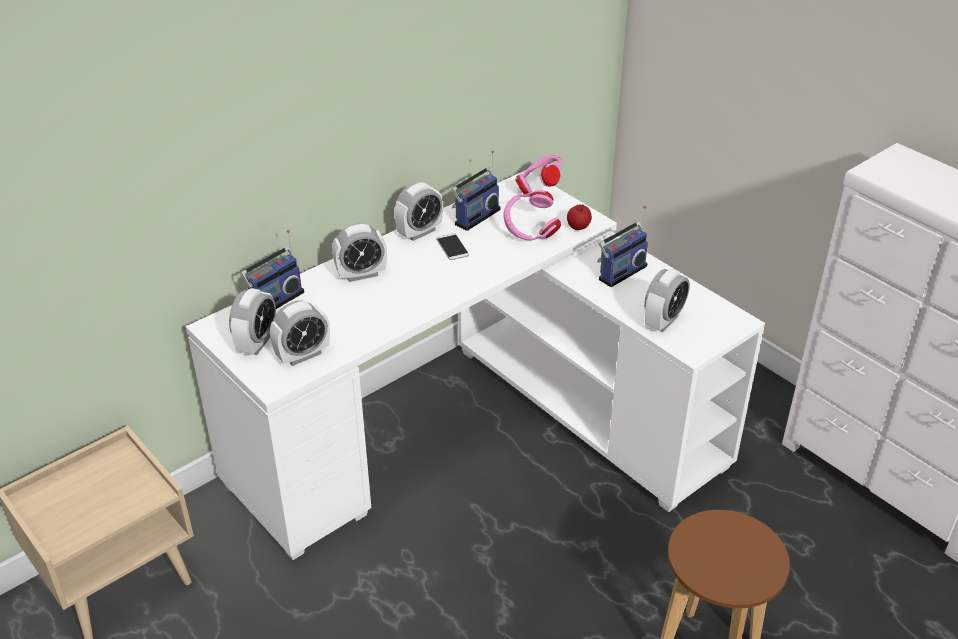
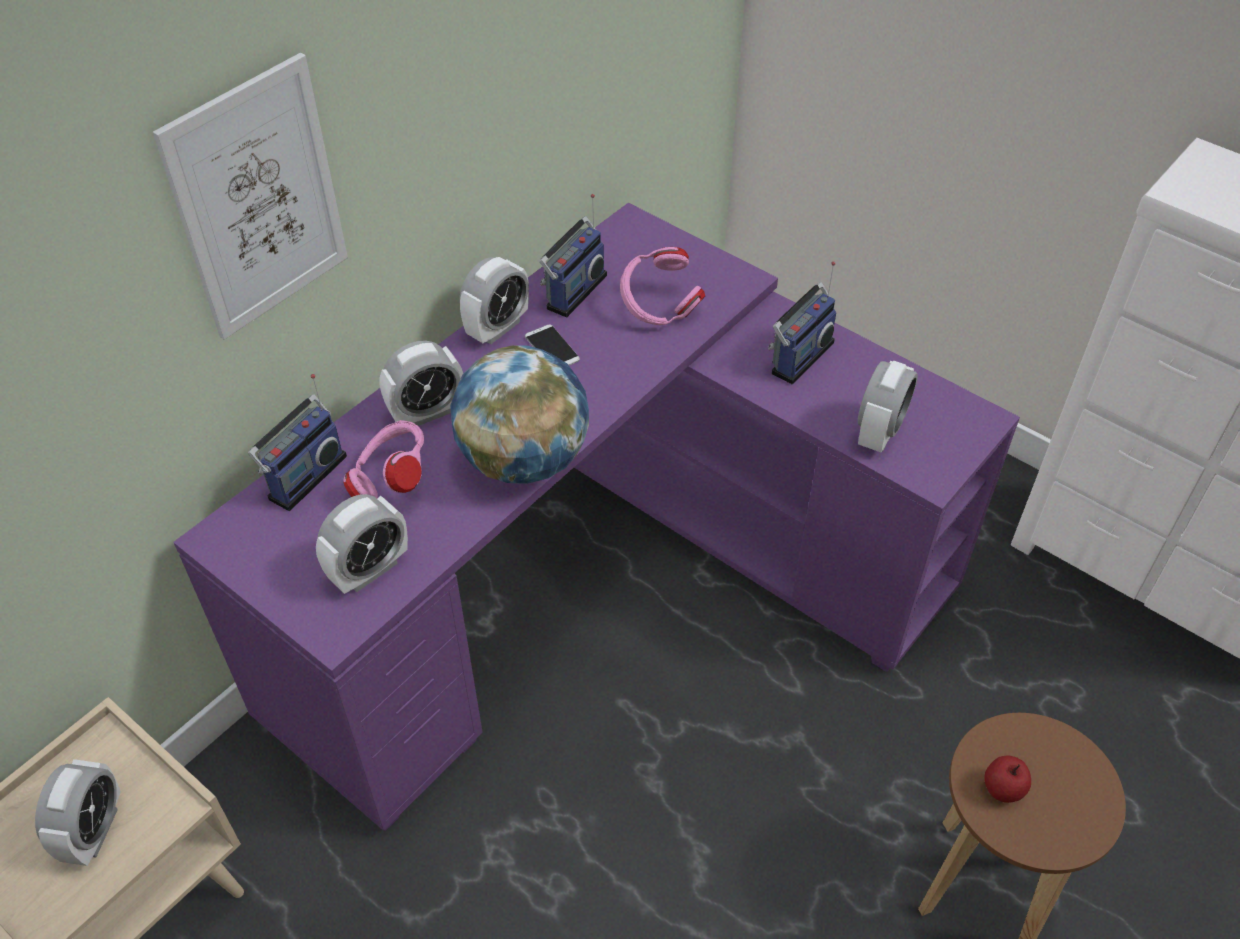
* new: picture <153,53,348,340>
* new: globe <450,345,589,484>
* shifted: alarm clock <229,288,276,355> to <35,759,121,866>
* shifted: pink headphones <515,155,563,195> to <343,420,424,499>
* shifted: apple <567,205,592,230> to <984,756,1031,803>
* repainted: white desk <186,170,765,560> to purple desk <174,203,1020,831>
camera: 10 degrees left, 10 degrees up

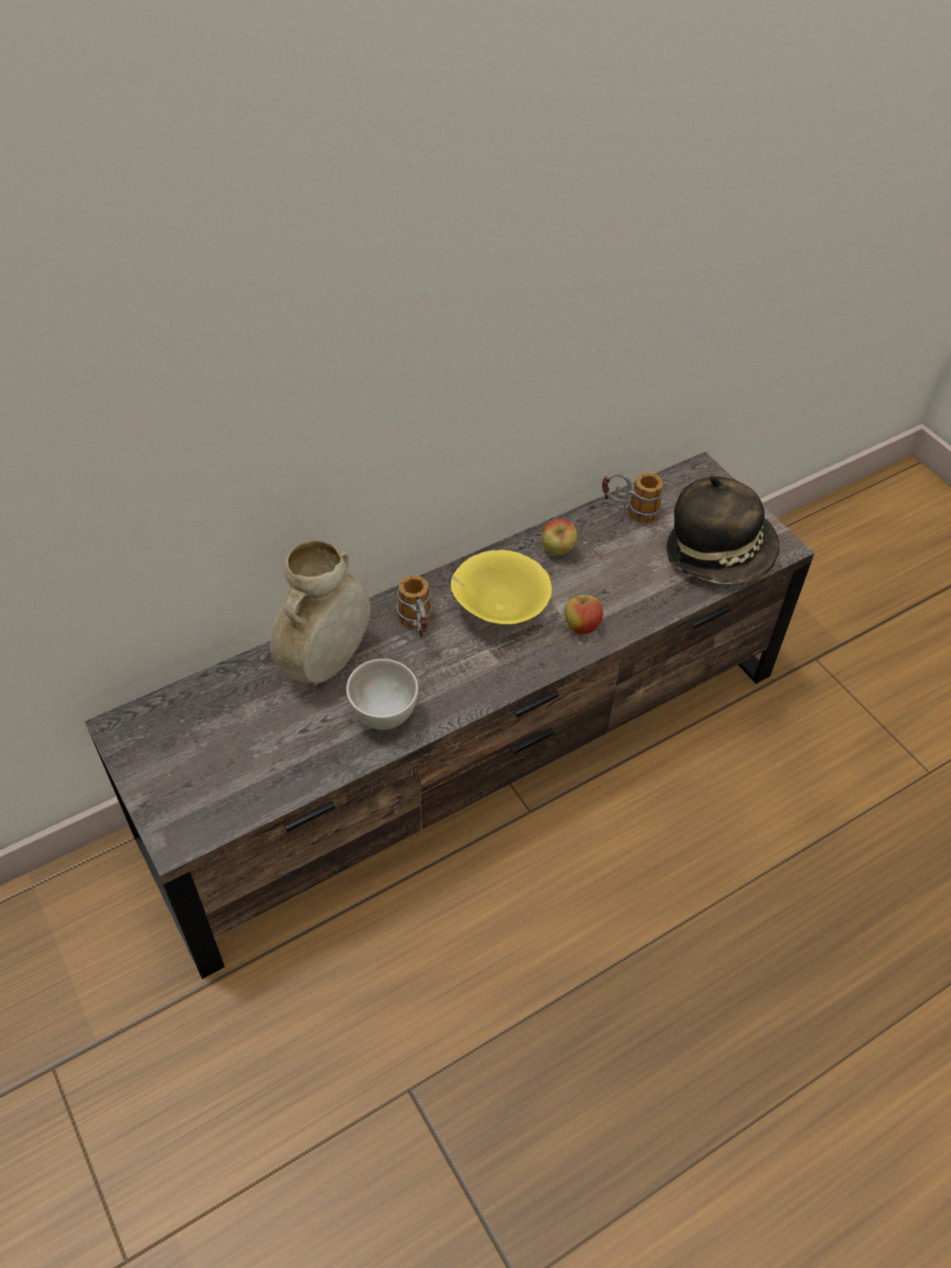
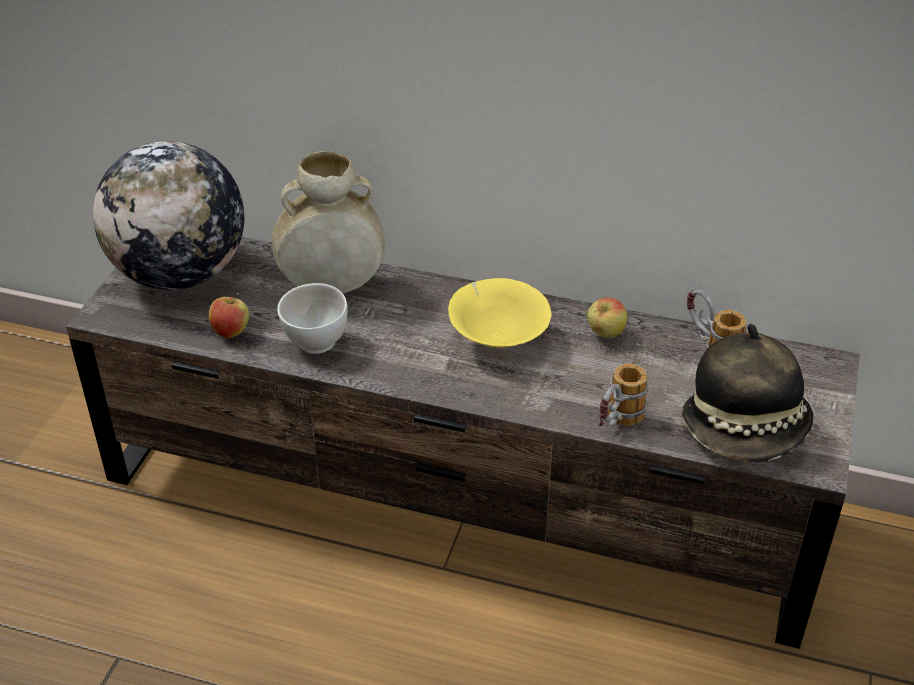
* new: globe <93,141,244,290>
* shifted: mug <397,575,432,639> to <599,364,648,426>
* shifted: apple <565,590,603,635> to <209,293,249,338>
camera: 50 degrees right, 10 degrees down

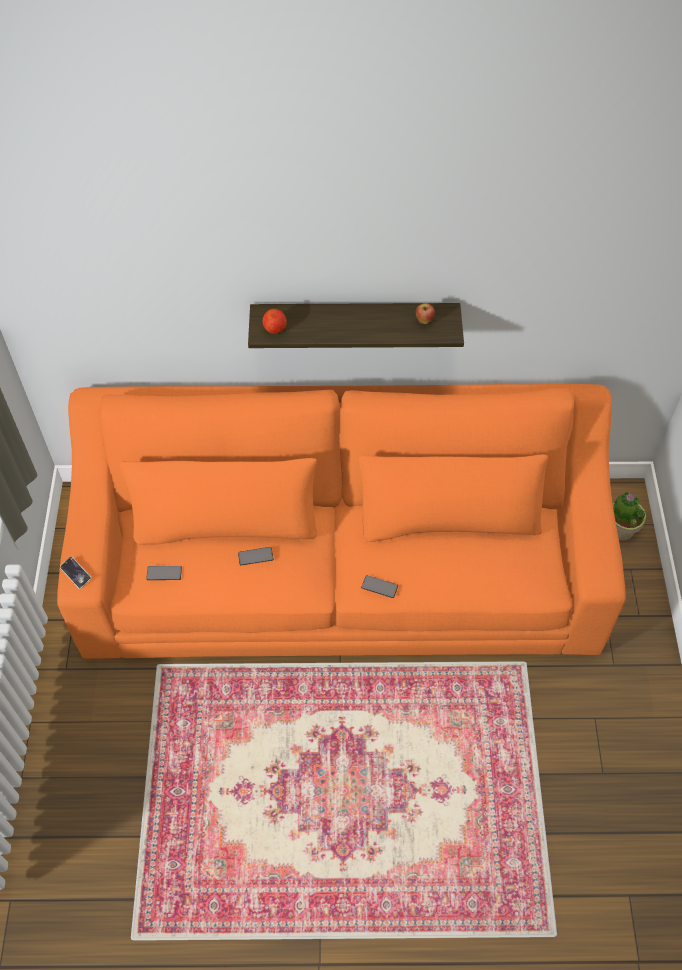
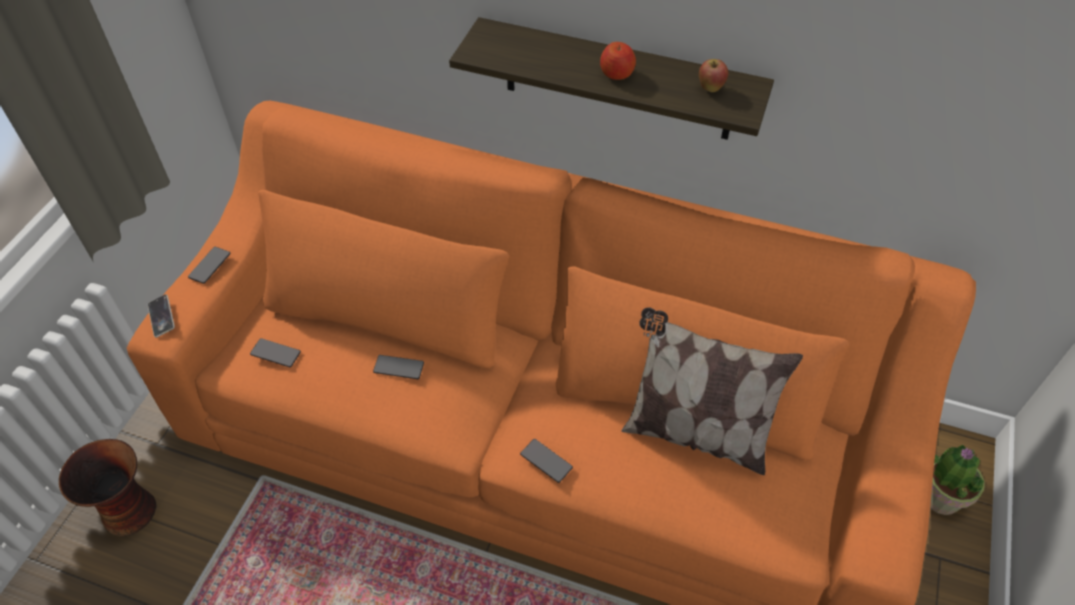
* new: vase <59,439,157,537>
* new: phone <188,247,231,284>
* new: pillow <621,307,803,475>
* shifted: apple <263,309,287,334> to <600,42,636,80>
camera: 20 degrees right, 5 degrees down

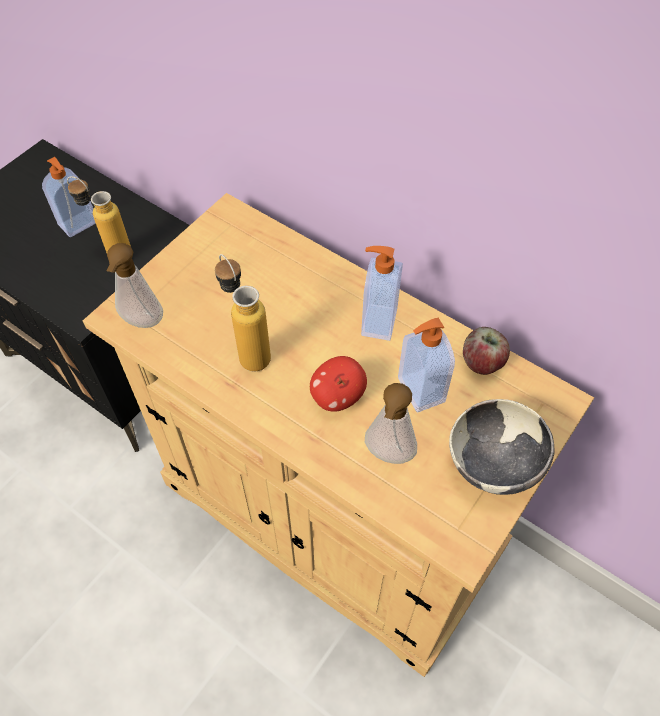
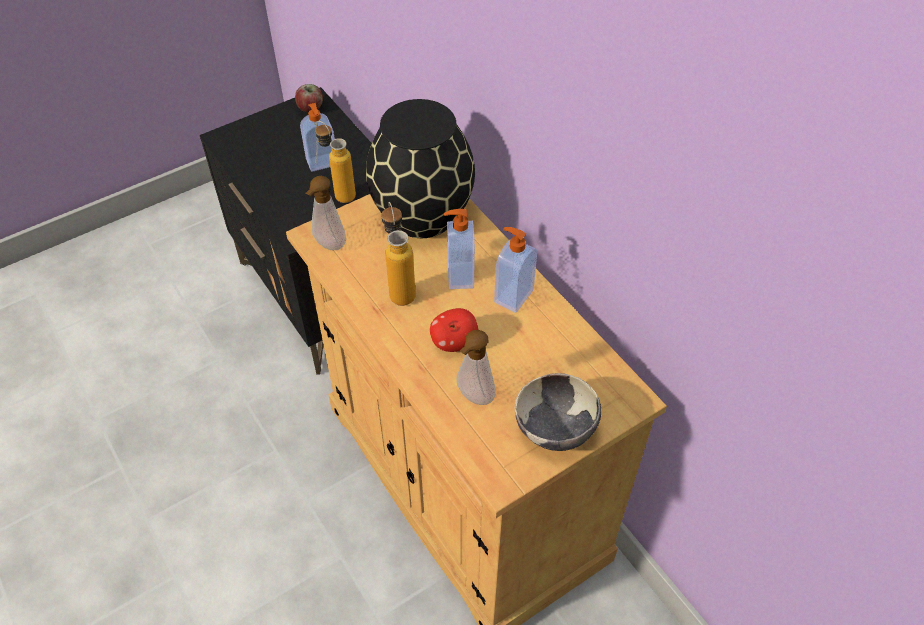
* new: black vase <366,99,475,238>
* shifted: soap dispenser <398,318,455,413> to <444,209,475,289>
* shifted: apple <463,327,510,375> to <295,84,323,112>
camera: 20 degrees right, 5 degrees down

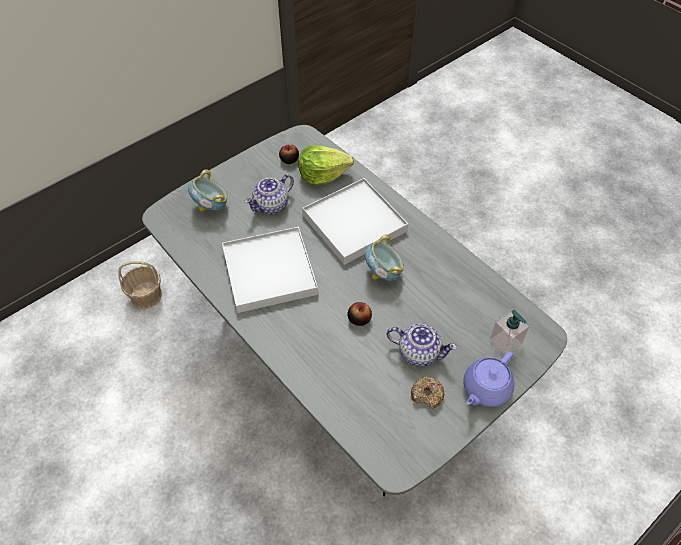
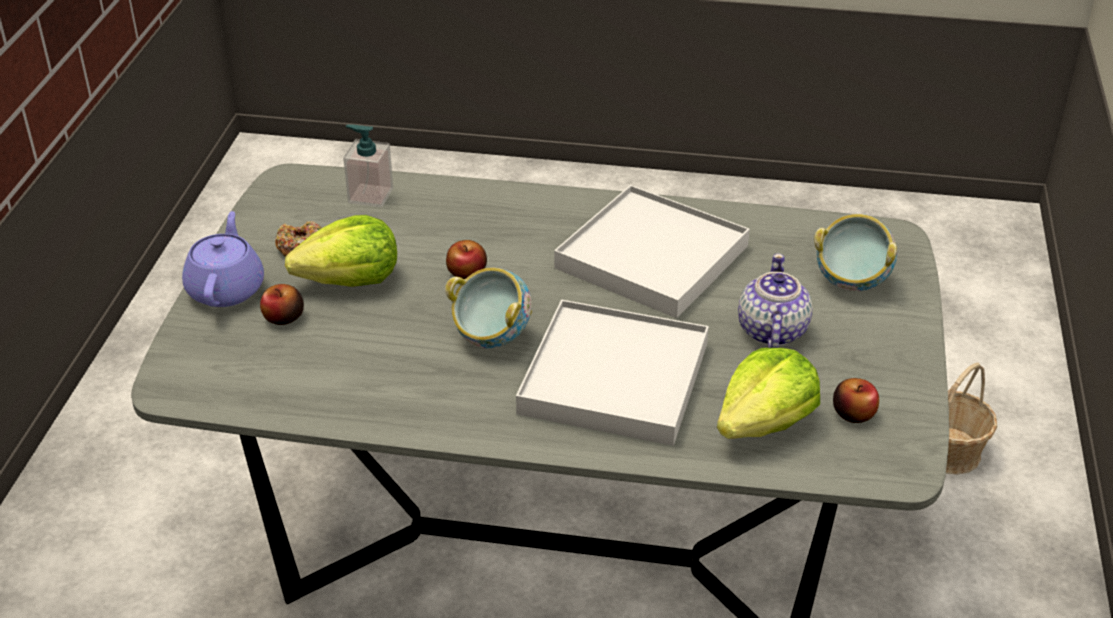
* new: apple <260,284,304,325>
* shifted: soap dispenser <490,310,530,355> to <343,124,393,207>
* swapped: teapot <387,323,457,367> to lettuce <285,215,397,287>
camera: 140 degrees right, 15 degrees down

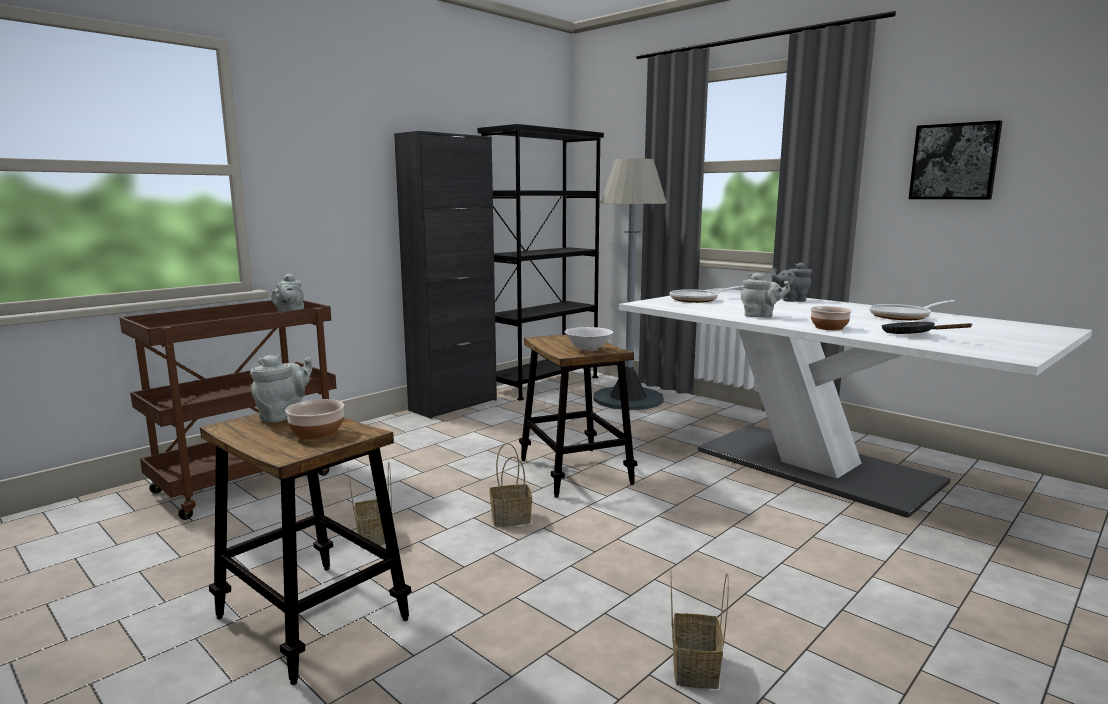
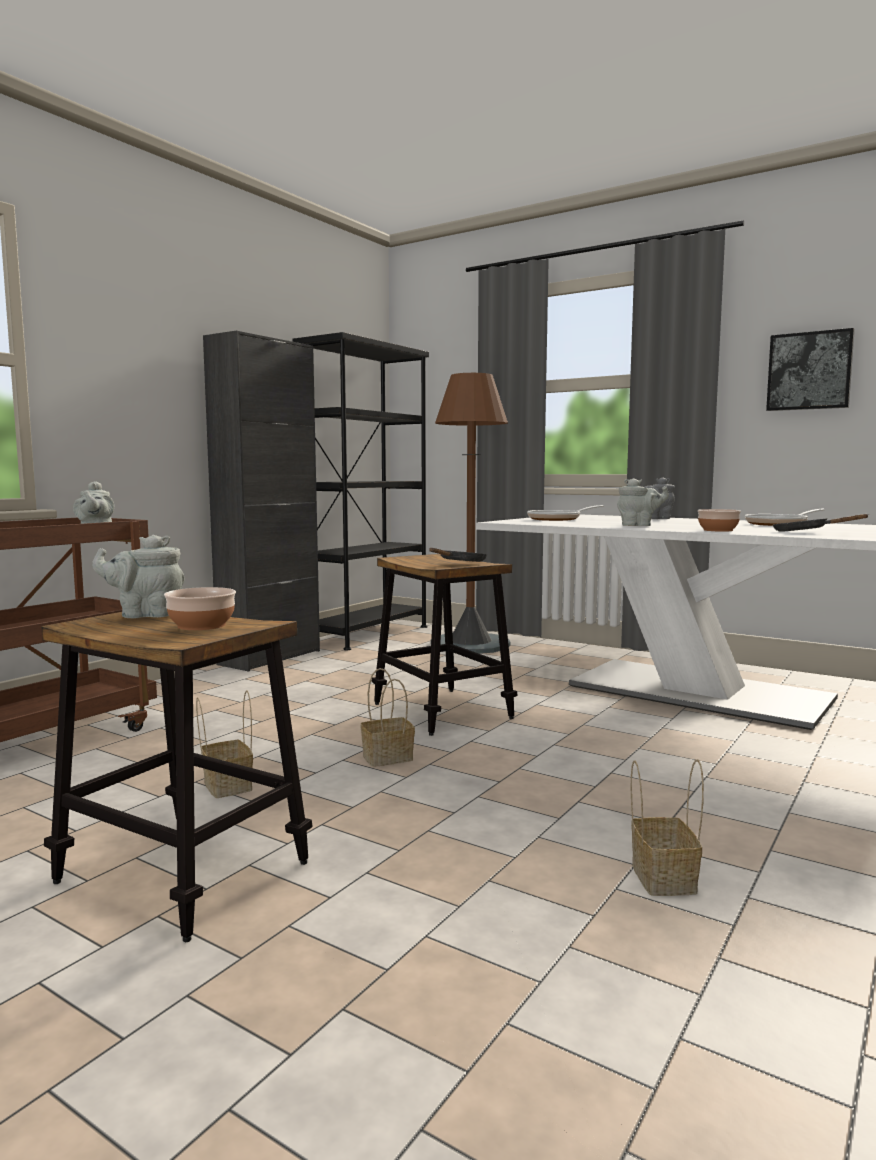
* swapped: white bowl <565,327,613,351> to black frying pan <429,548,487,562>
* repainted: grey floor lamp <593,159,667,410> to brown floor lamp <435,373,511,654>
* rotated: grey teapot <250,355,312,423> = <92,534,184,618> 120 degrees counterclockwise
camera: 10 degrees left, 5 degrees down

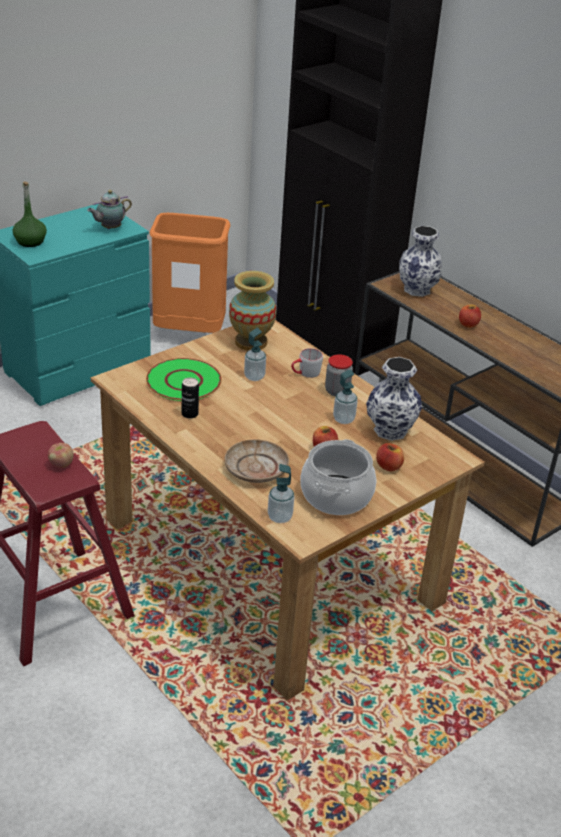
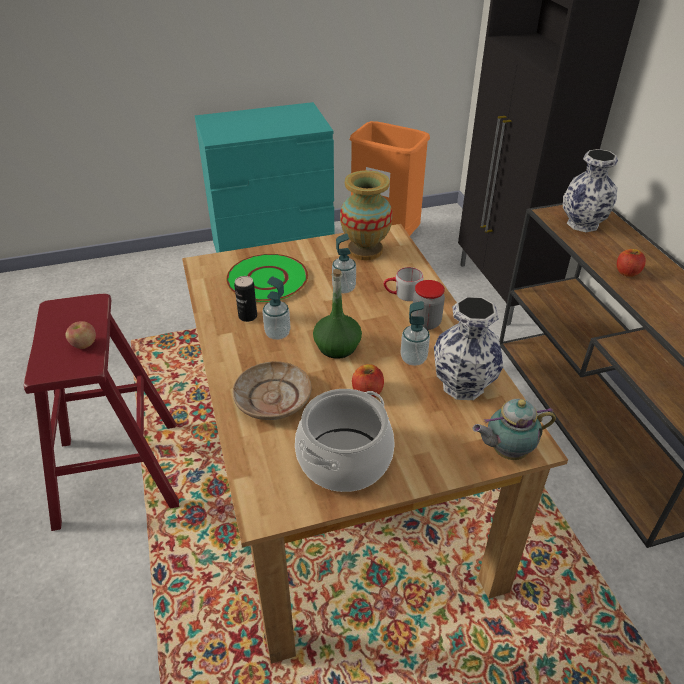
* gone: apple <376,443,404,471>
* shifted: green bottle <13,182,47,247> to <313,269,362,359>
* shifted: teapot <87,190,132,229> to <472,399,556,460>
* shifted: soap dispenser <268,464,295,523> to <262,276,291,340>
camera: 25 degrees right, 5 degrees up

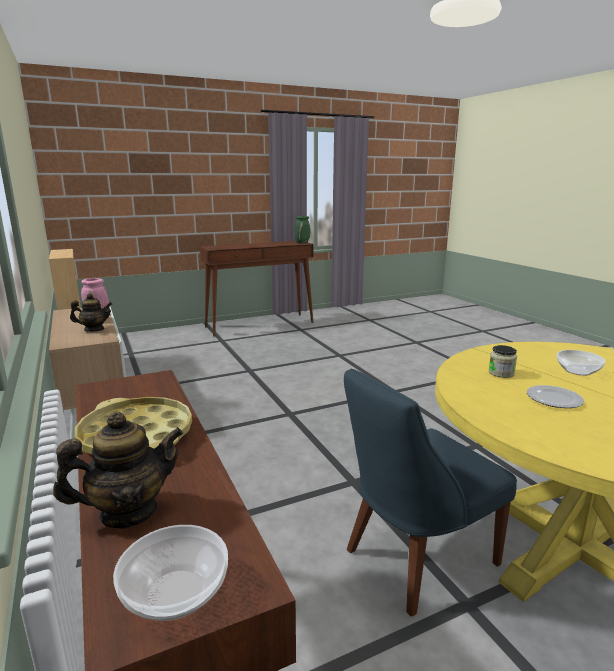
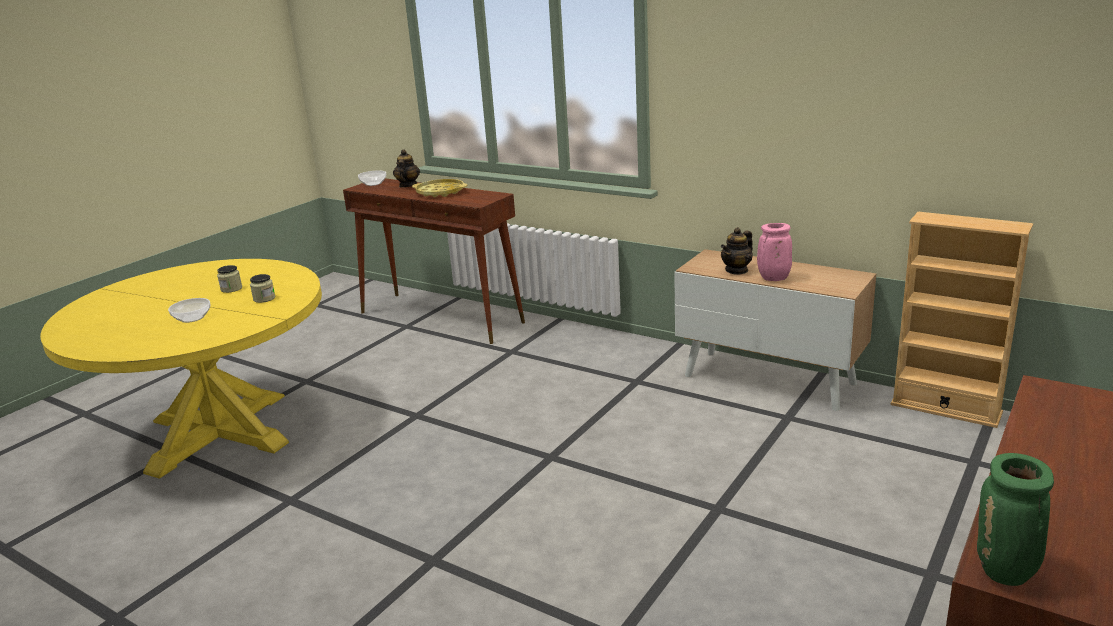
* gone: blue chair <344,369,517,617>
* swapped: plate <527,385,584,408> to jar <217,265,242,293>
* rotated: teapot <53,411,183,528> = <393,149,420,188> 150 degrees clockwise
camera: 150 degrees right, 5 degrees up

